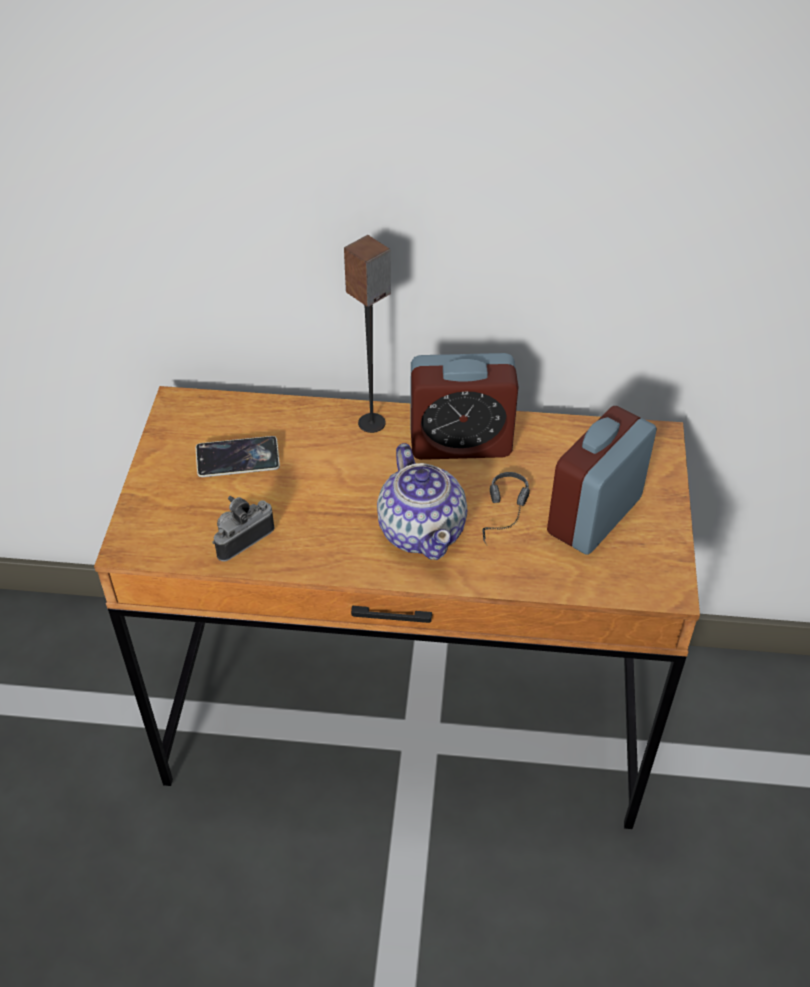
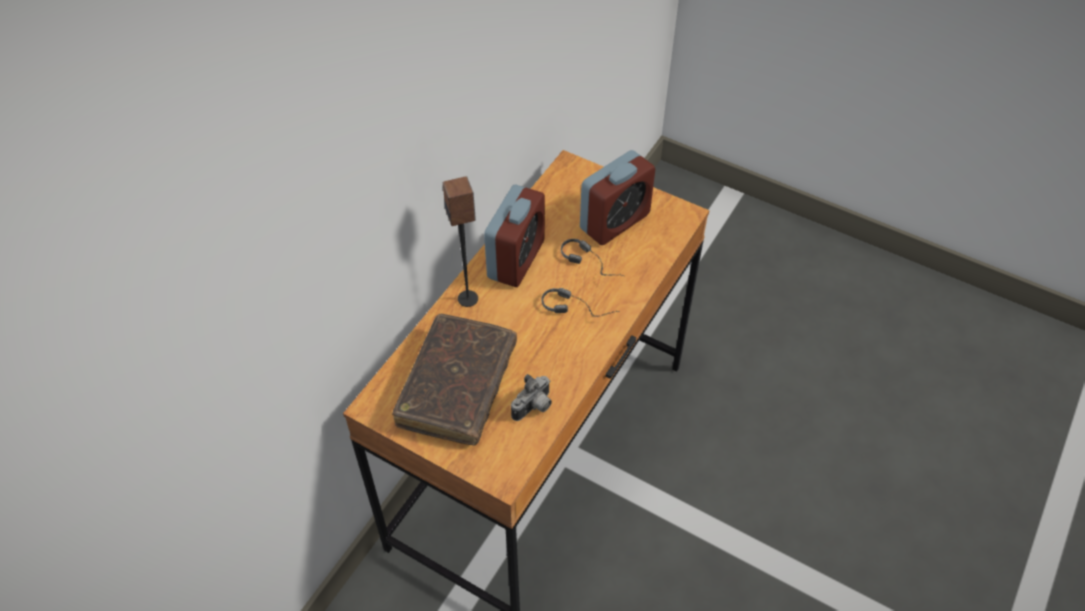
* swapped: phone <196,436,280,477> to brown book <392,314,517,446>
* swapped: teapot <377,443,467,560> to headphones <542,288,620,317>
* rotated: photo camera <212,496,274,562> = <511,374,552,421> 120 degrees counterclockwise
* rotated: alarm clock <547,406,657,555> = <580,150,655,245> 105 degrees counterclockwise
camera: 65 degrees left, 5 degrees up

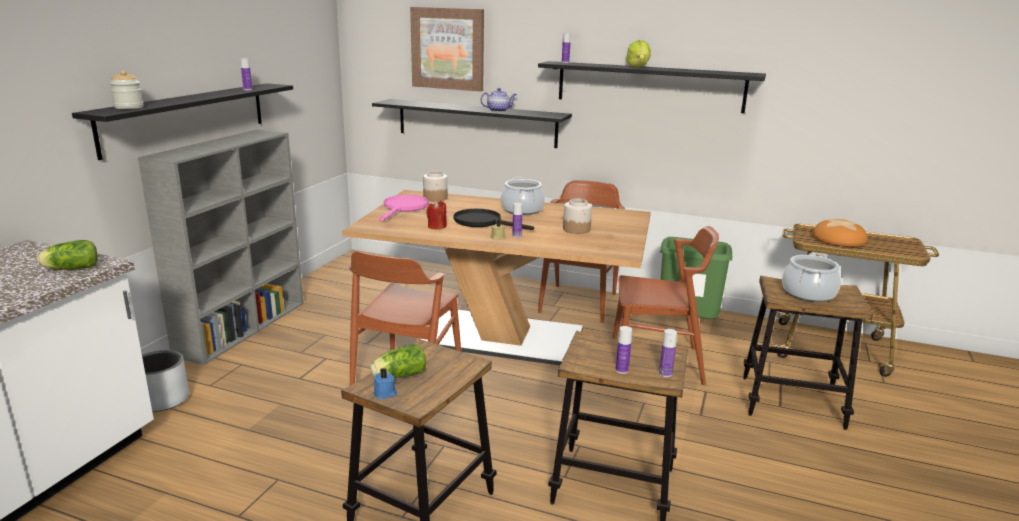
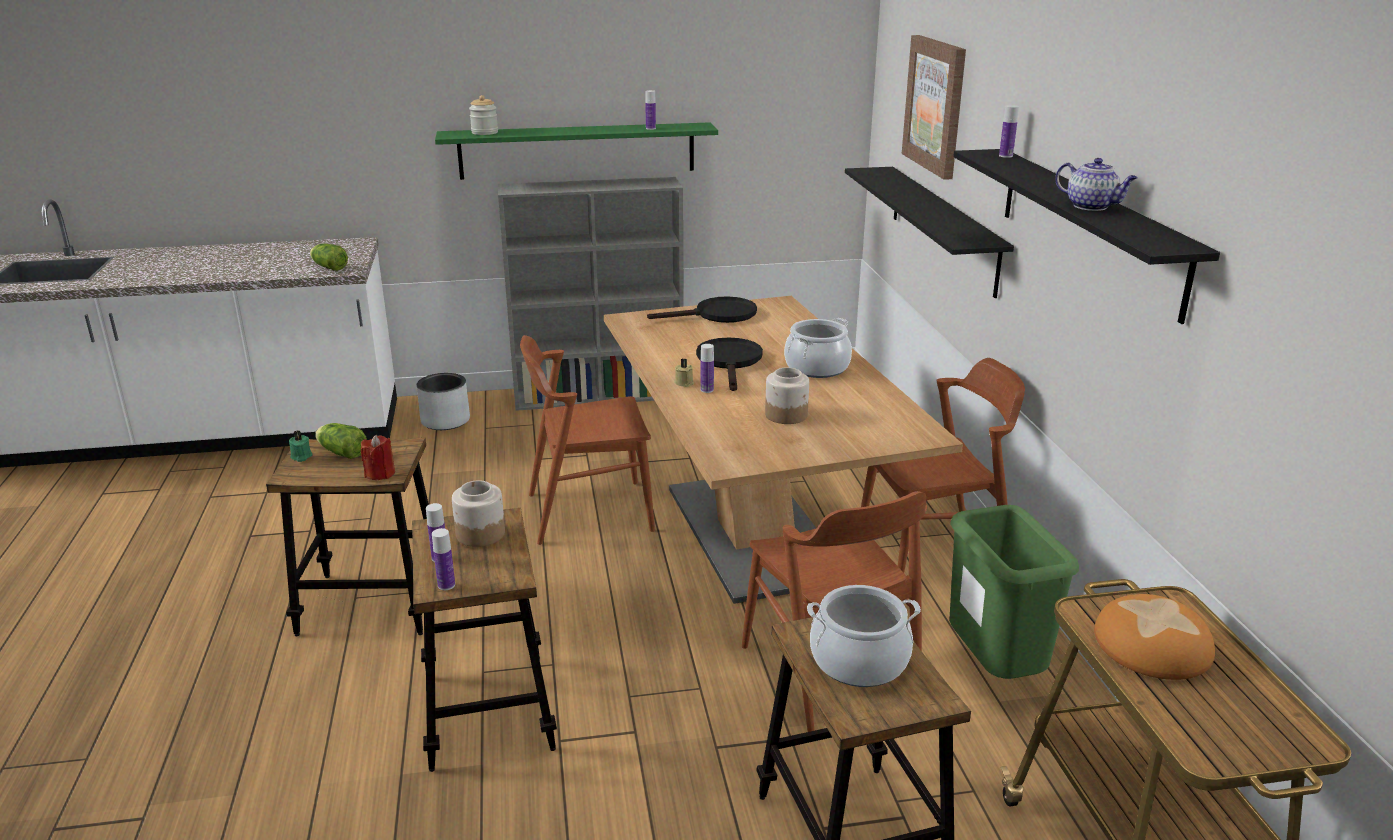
* gone: lettuce <626,40,651,67>
* shifted: jar <423,171,448,201> to <452,480,505,547>
* shifted: red candle <426,201,447,230> to <361,435,395,480>
* shifted: teapot <480,88,517,112> to <1055,158,1138,211>
* repainted: black shelf <72,83,293,160> to green shelf <435,122,718,180>
* repainted: blue candle <374,368,397,399> to green candle <289,430,313,462>
* repainted: pink frying pan <379,195,428,221> to black frying pan <647,296,757,323>
camera: 60 degrees right, 5 degrees up

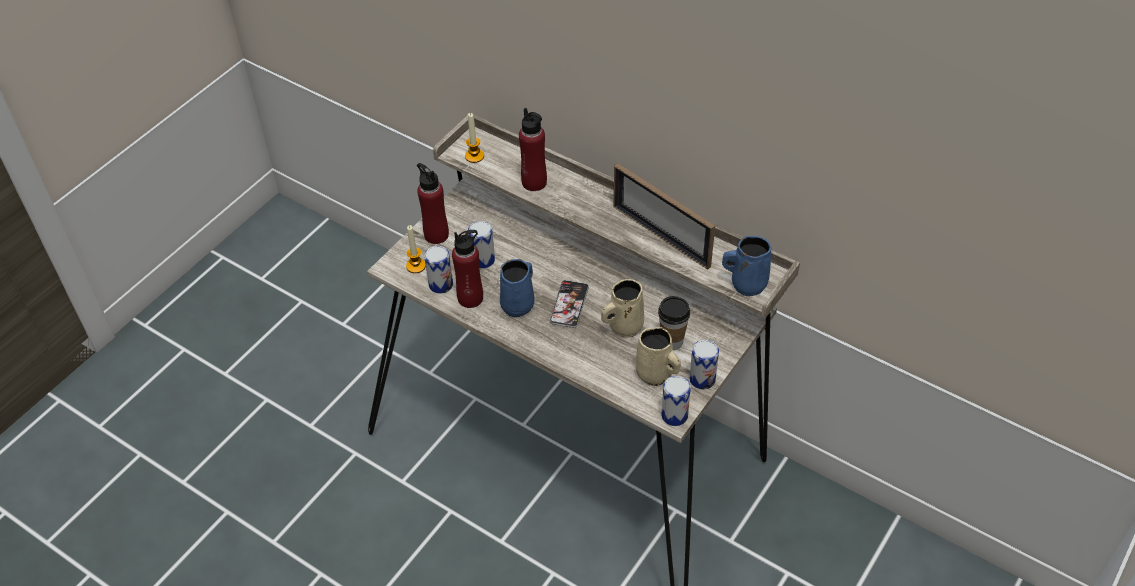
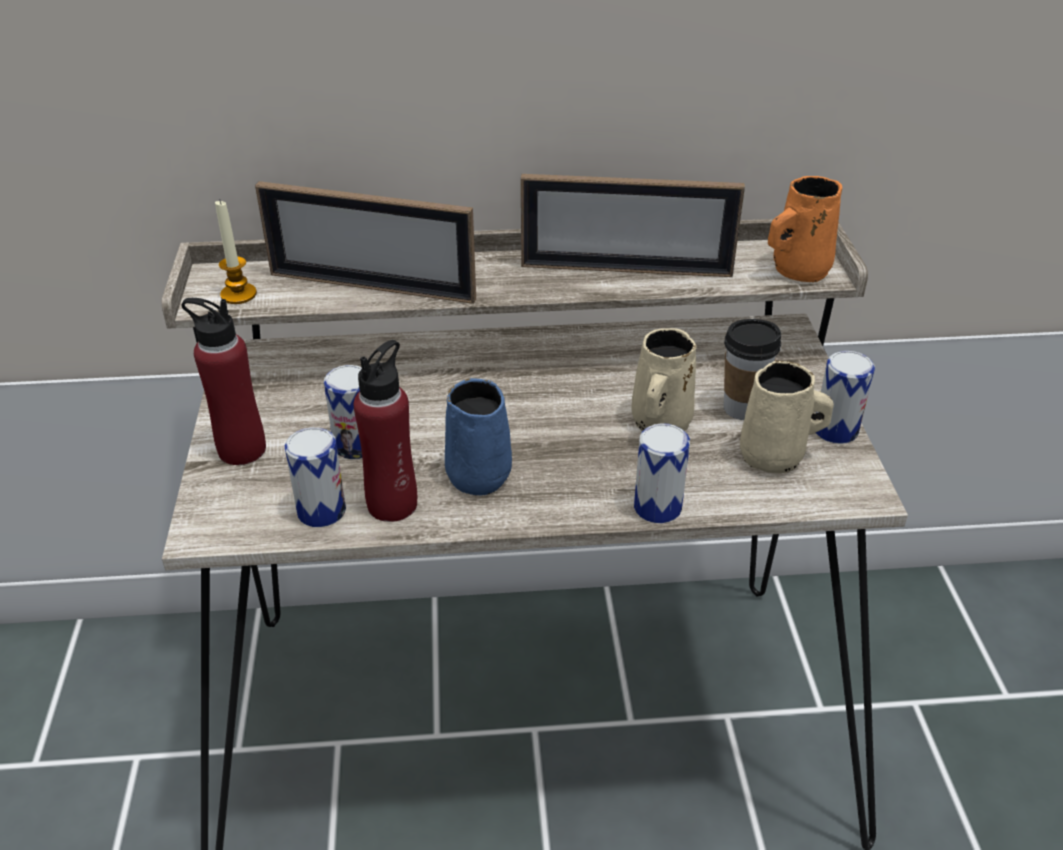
* gone: candle <406,225,426,273>
* gone: phone <550,280,589,328>
* shifted: can <661,376,691,426> to <634,423,690,523>
* swapped: red bottle <519,108,547,191> to picture frame <255,181,476,304>
* repainted: blue mug <722,236,771,296> to orange mug <768,176,842,282>
camera: 40 degrees left, 10 degrees down

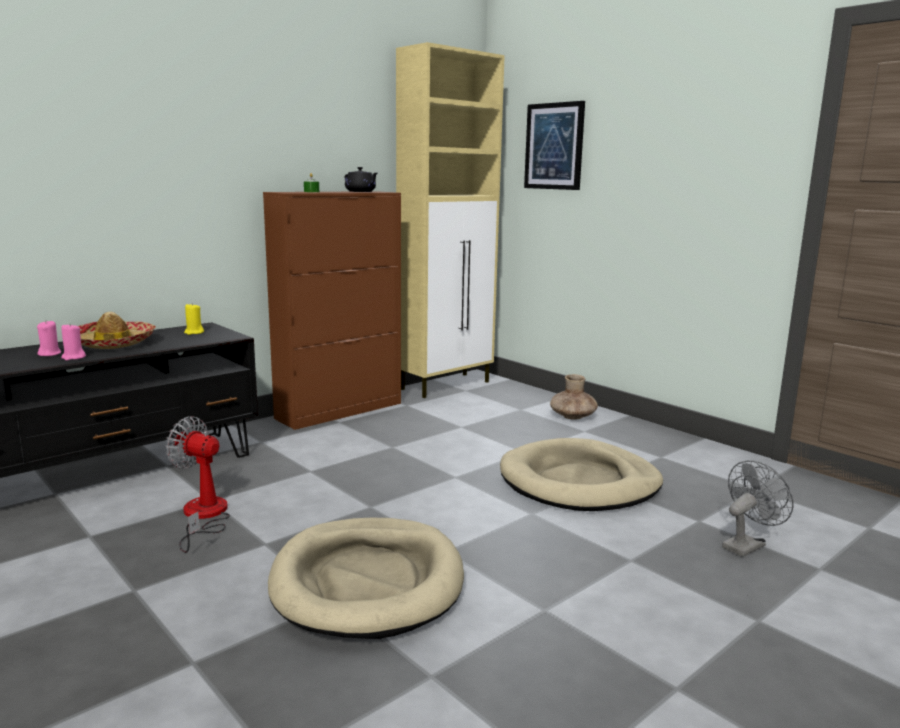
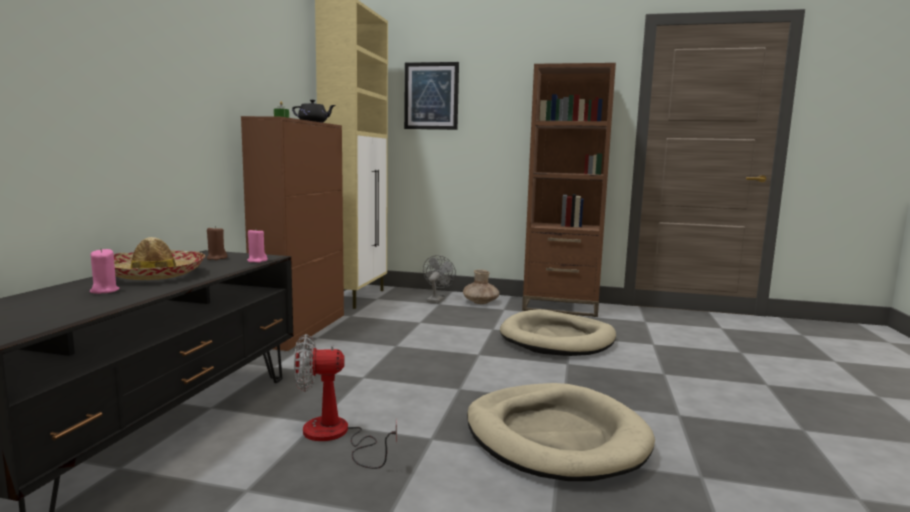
* new: brown bookcase <522,63,616,317>
* shifted: pink candle <61,323,86,360> to <247,229,268,263>
* shifted: grey fan <722,460,794,557> to <423,255,456,303>
* repainted: yellow candle <184,303,204,335> to brown candle <207,226,228,260>
camera: 35 degrees left, 5 degrees down

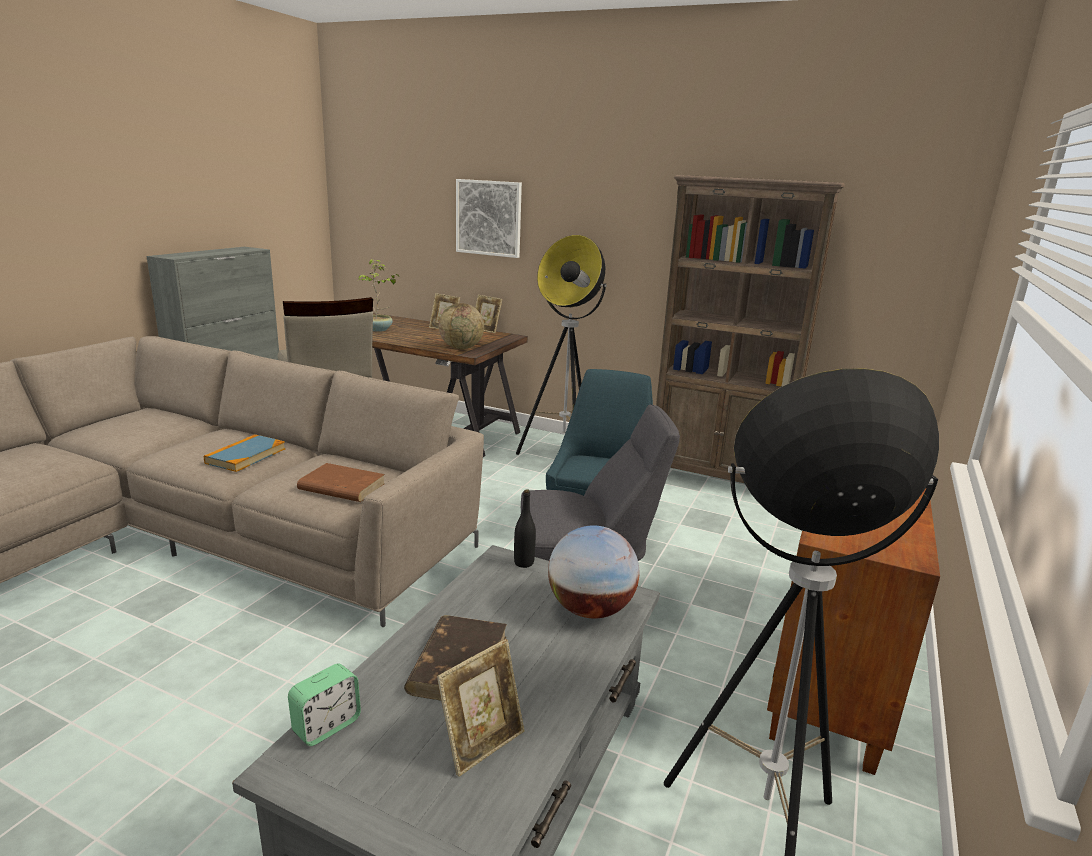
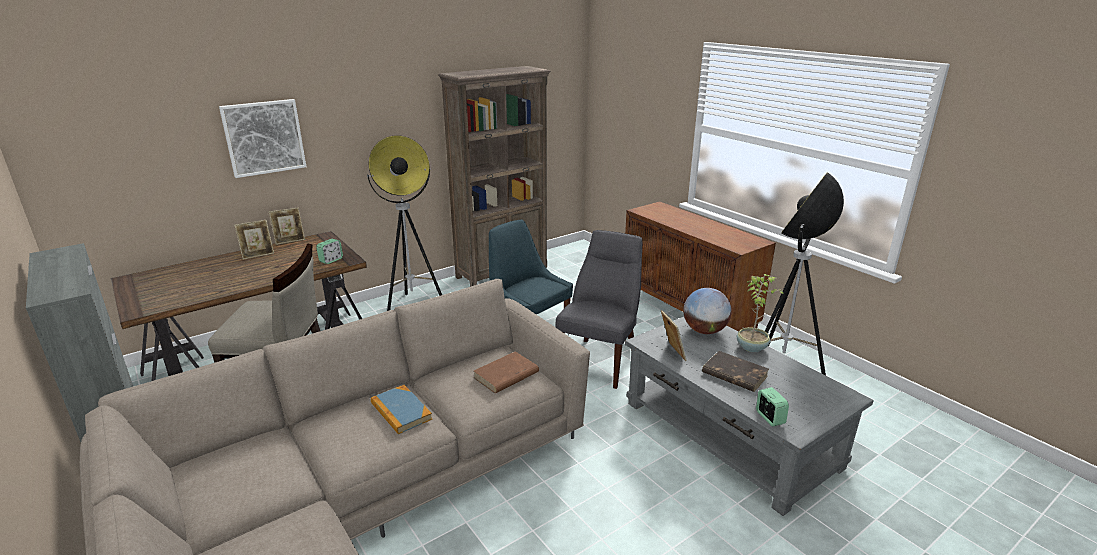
* gone: black bottle <514,489,536,568>
* shifted: potted plant <358,259,399,332> to <737,274,785,352>
* shifted: picture frame <437,639,525,777> to <661,310,687,361>
* swapped: globe <439,303,484,349> to alarm clock <316,239,343,264>
camera: 60 degrees left, 5 degrees up

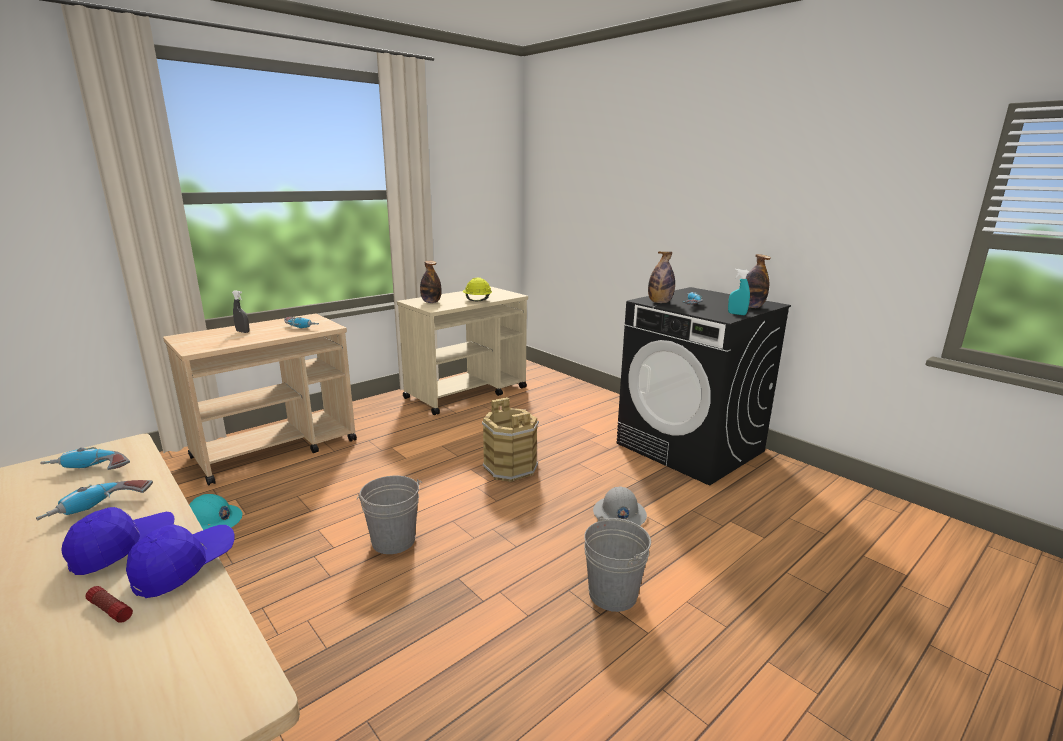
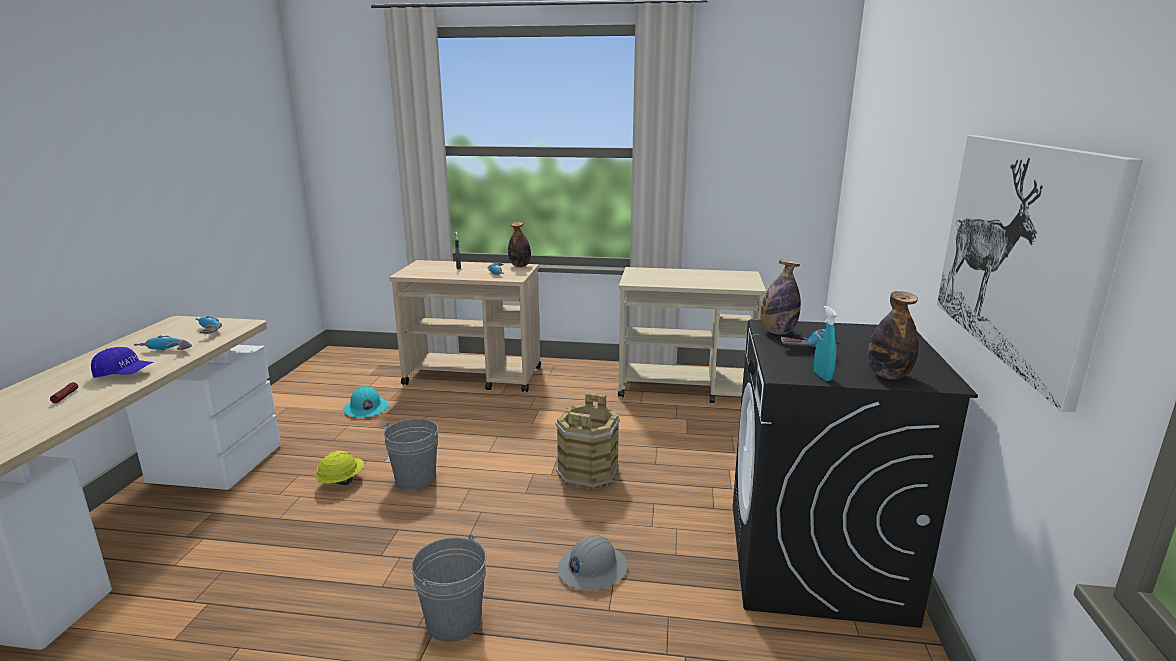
* gone: blue cap <126,524,235,598>
* new: picture <937,135,1143,412>
* shifted: bottle <420,261,442,303> to <508,222,531,267>
* shifted: yellow hard hat <463,277,492,301> to <316,451,364,485>
camera: 50 degrees right, 0 degrees up

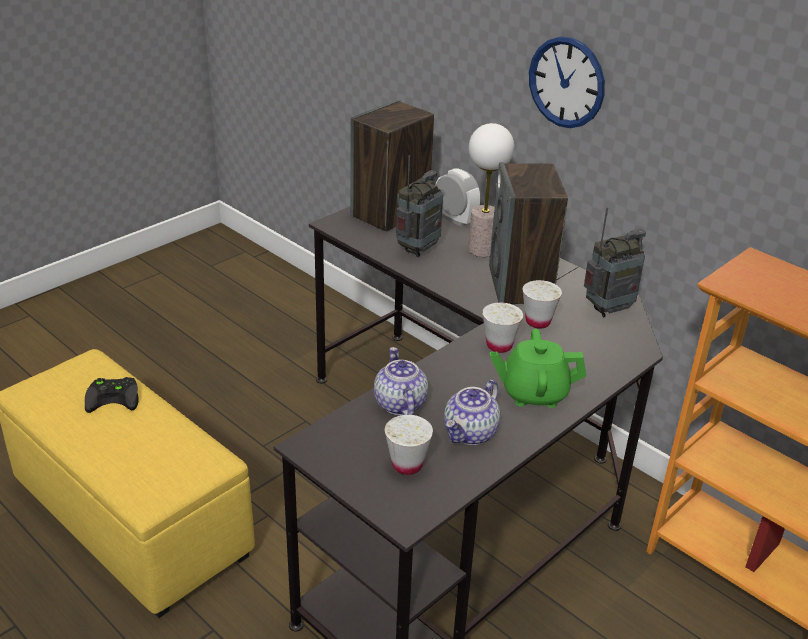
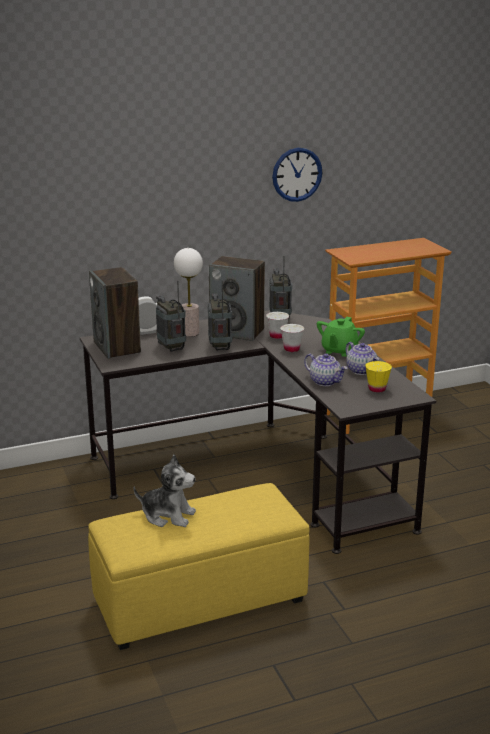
* new: radio <208,281,232,350>
* shifted: wall clock <529,36,605,128> to <272,148,322,202>
* swapped: black game controller <85,377,138,413> to plush toy <134,455,196,527>
* repainted: white cup <385,415,433,475> to yellow cup <365,361,392,392>
* rotated: teapot <374,347,428,415> = <304,353,348,386> 150 degrees counterclockwise
camera: 65 degrees left, 10 degrees down

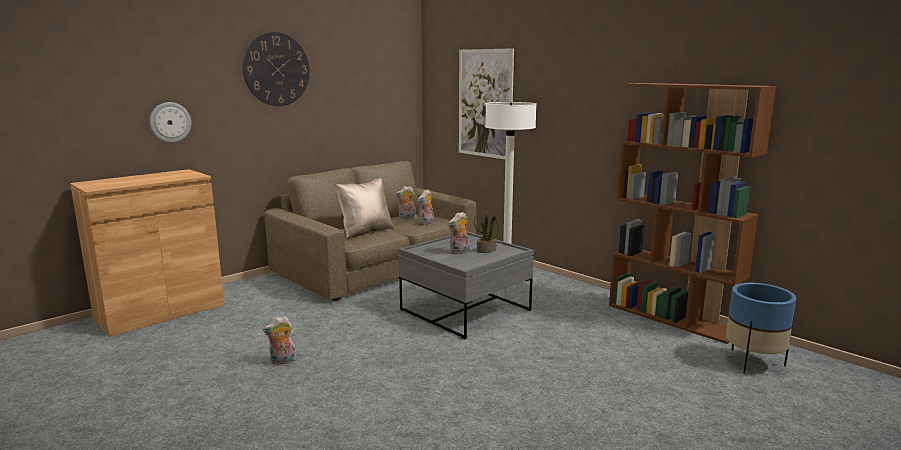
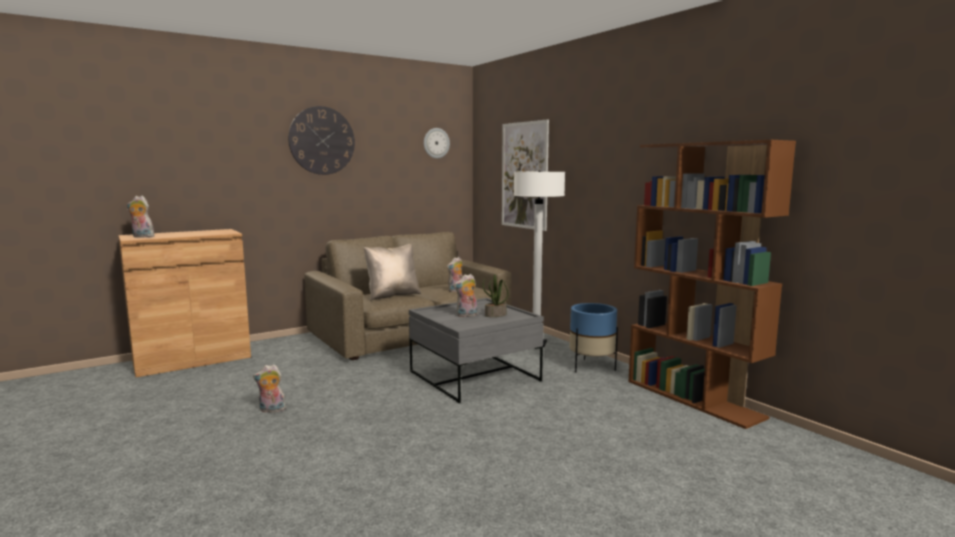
* shifted: wall clock <149,102,191,143> to <424,128,450,159>
* shifted: plush toy <396,186,416,220> to <127,196,155,237>
* shifted: blue planter <726,283,796,374> to <569,303,618,373>
camera: 10 degrees right, 5 degrees down

